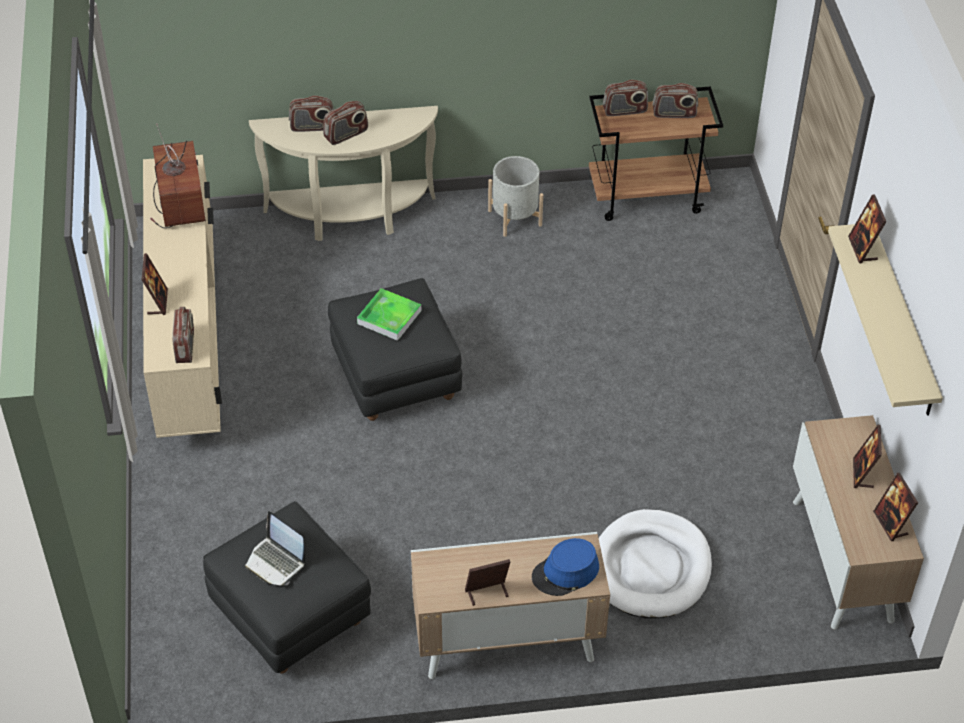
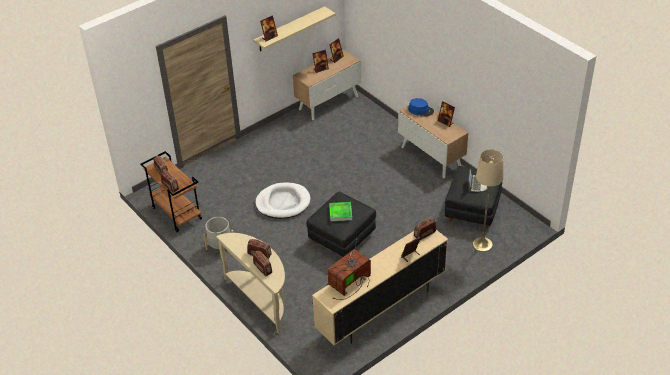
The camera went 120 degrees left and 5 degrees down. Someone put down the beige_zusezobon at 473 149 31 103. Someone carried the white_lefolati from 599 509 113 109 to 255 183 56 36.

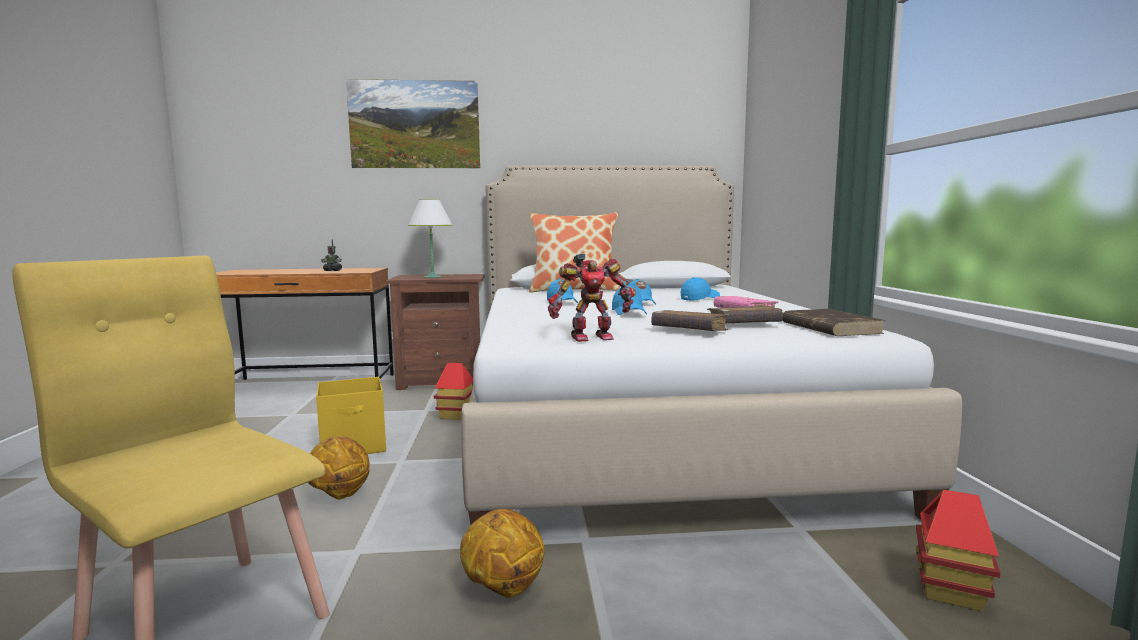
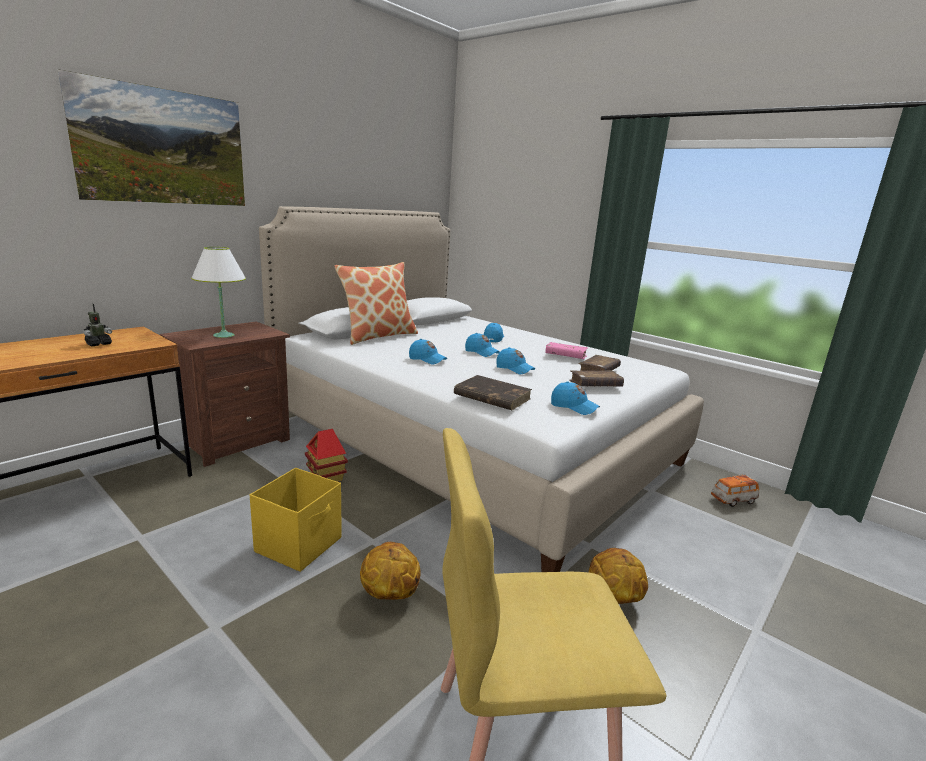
The camera went 45 degrees left and 10 degrees up. Someone carried the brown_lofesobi from 782 309 103 27 to 454 375 78 35. Someone swapped the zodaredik at 548 253 86 89 for the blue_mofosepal at 551 381 49 34. Someone swapped the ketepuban at 916 490 85 121 for the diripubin at 711 474 48 33.

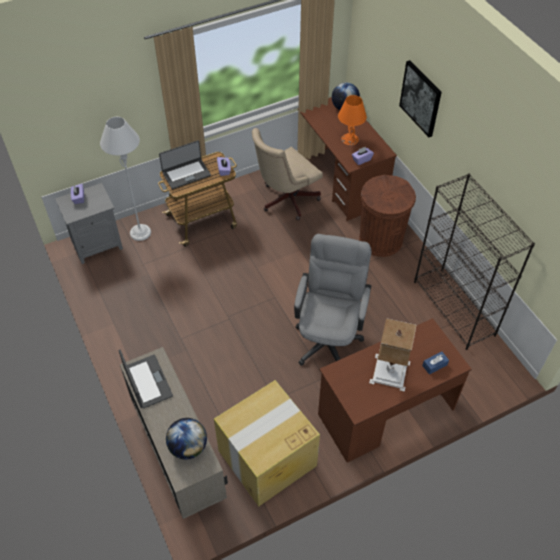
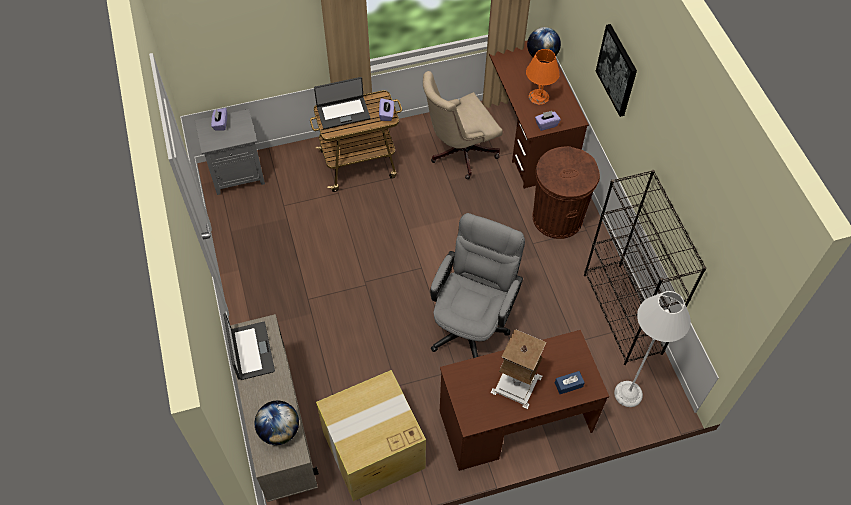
The camera went 10 degrees right and 5 degrees up. Someone carried the grey_zusezobon from 100 117 51 124 to 614 291 77 116.

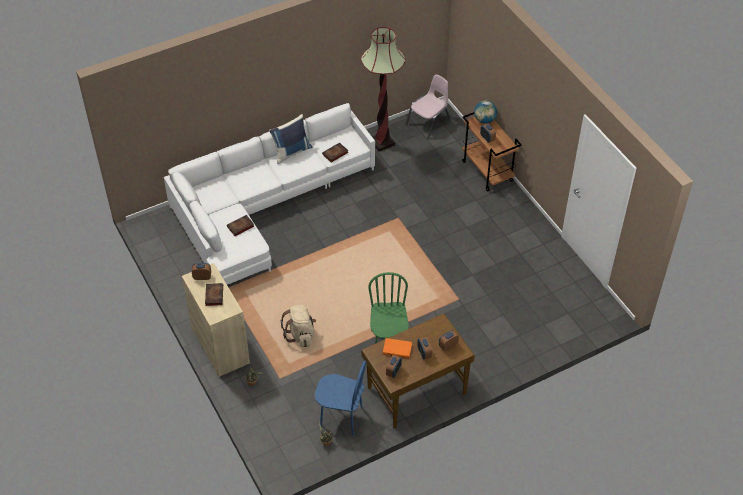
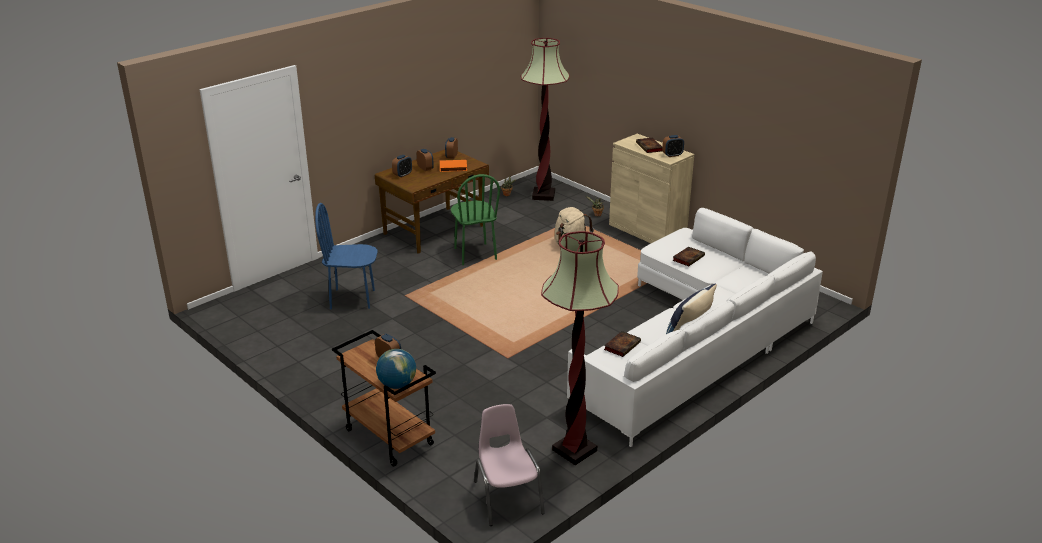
The camera went 165 degrees right and 20 degrees down. Someone put down the zusezobon at 521 38 49 163. Someone carried the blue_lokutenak from 314 361 52 74 to 315 203 62 106. Someone rotated the pink_lokutenak at 406 74 45 65 by 135 degrees clockwise.

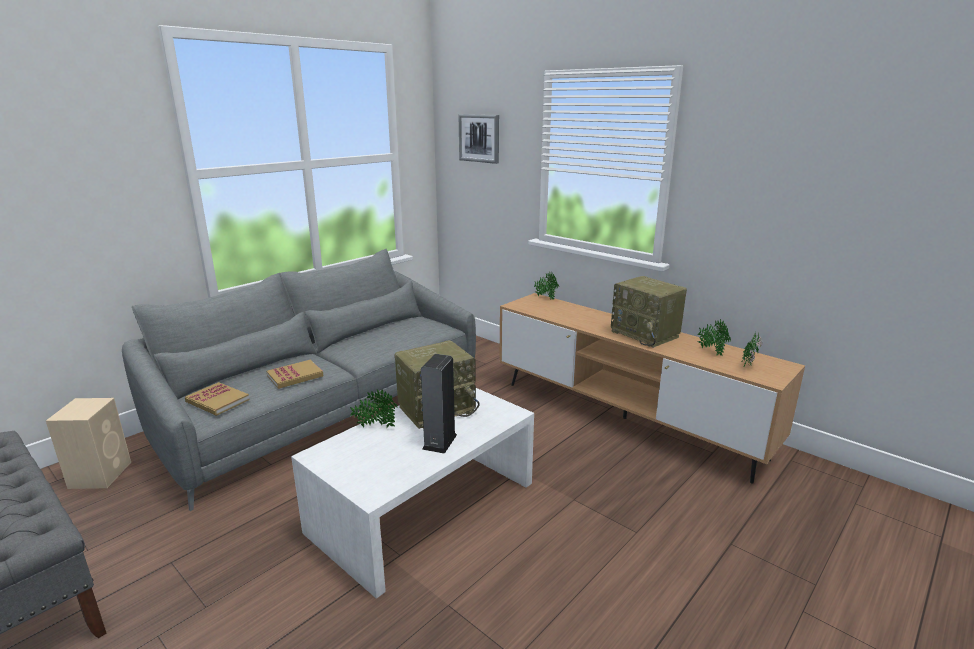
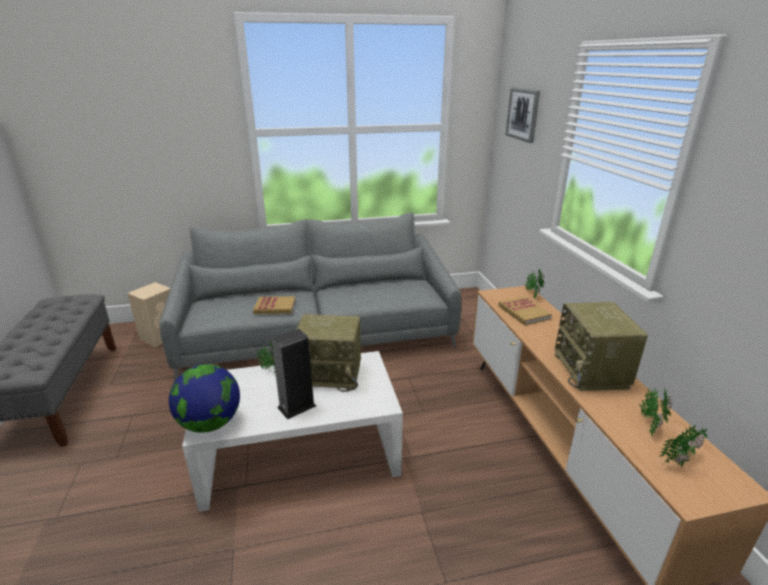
The camera went 35 degrees right and 5 degrees up. Someone put down the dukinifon at 169 364 71 69. Someone carried the lofesobi from 185 382 64 34 to 498 296 54 29.

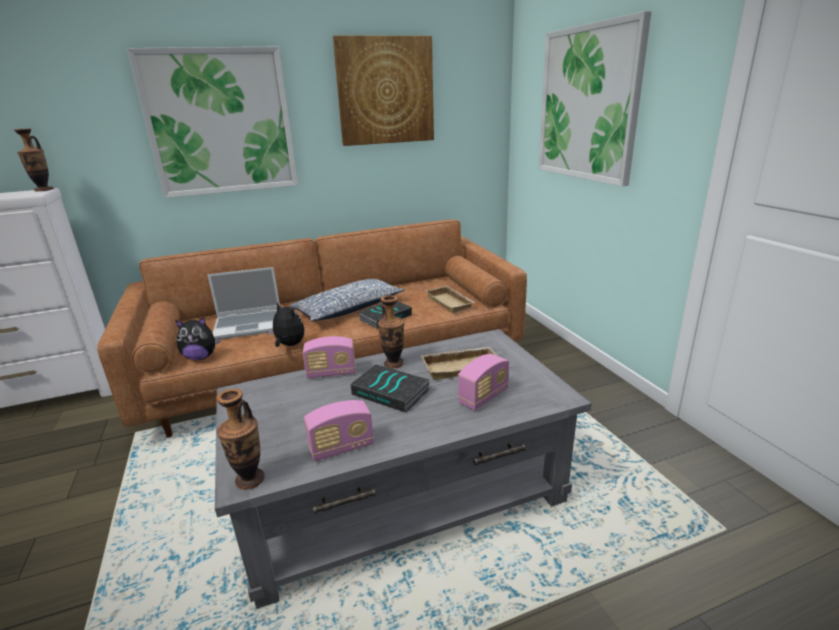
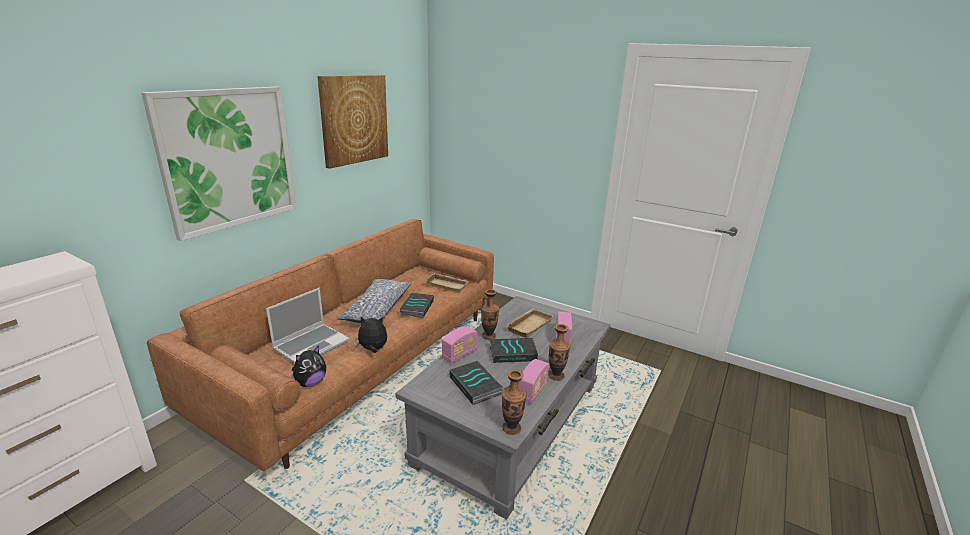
The camera went 40 degrees left and 0 degrees up. Someone took away the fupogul at 538 11 113 175. Someone put down the lofesobi at 449 361 54 44. Someone carried the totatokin from 14 129 40 62 to 548 324 23 57.

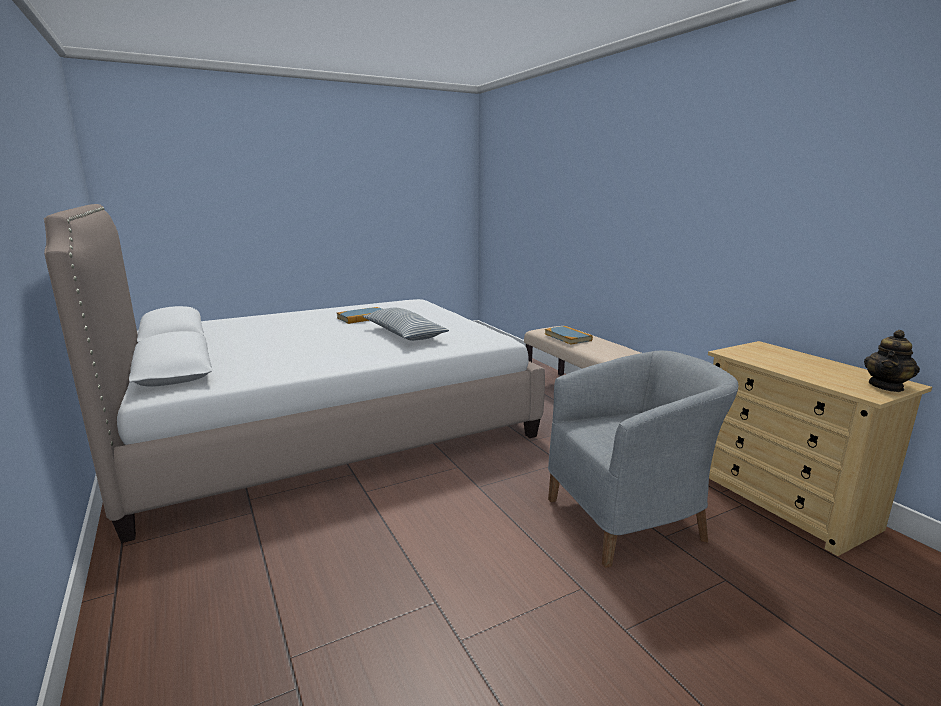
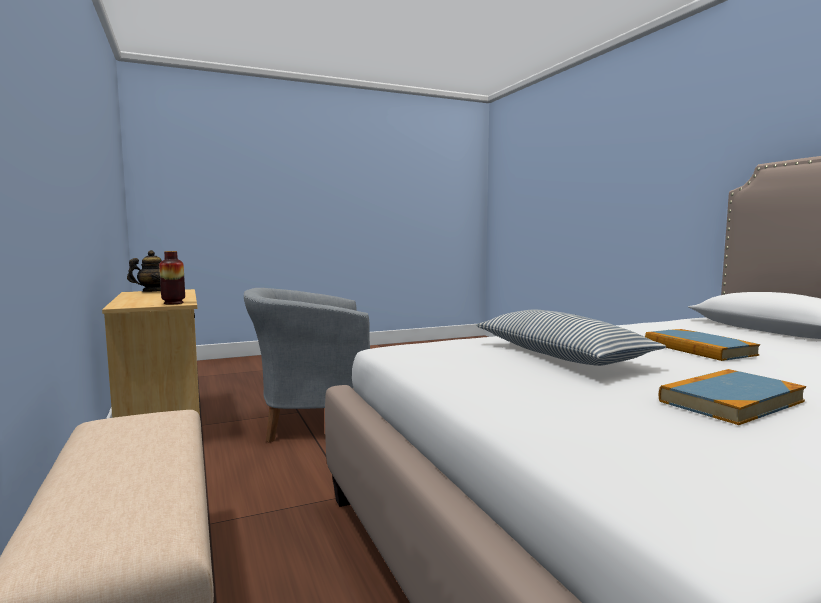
The camera went 175 degrees left and 10 degrees down. Someone put down the totatokin at 159 251 26 54. Someone carried the lofesobi from 545 326 48 19 to 645 329 115 32.

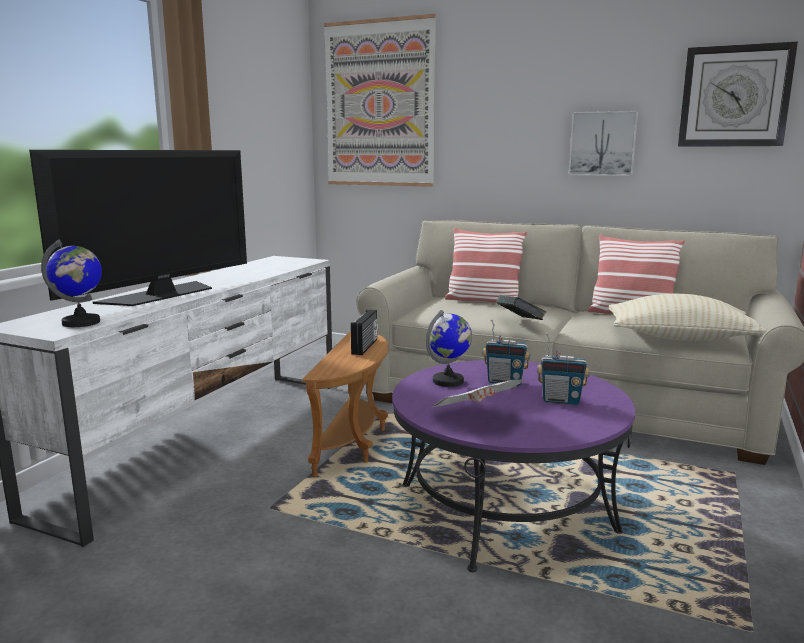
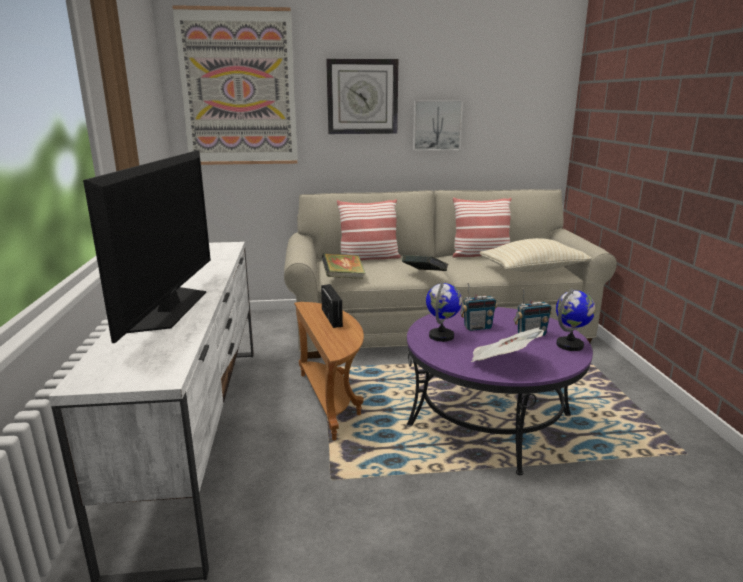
The camera went 30 degrees left and 5 degrees up. Someone put down the lofesobi at 322 253 43 26. Someone carried the dukinifon from 41 239 61 88 to 556 288 40 63. Someone carried the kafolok from 678 42 120 104 to 326 59 72 75.

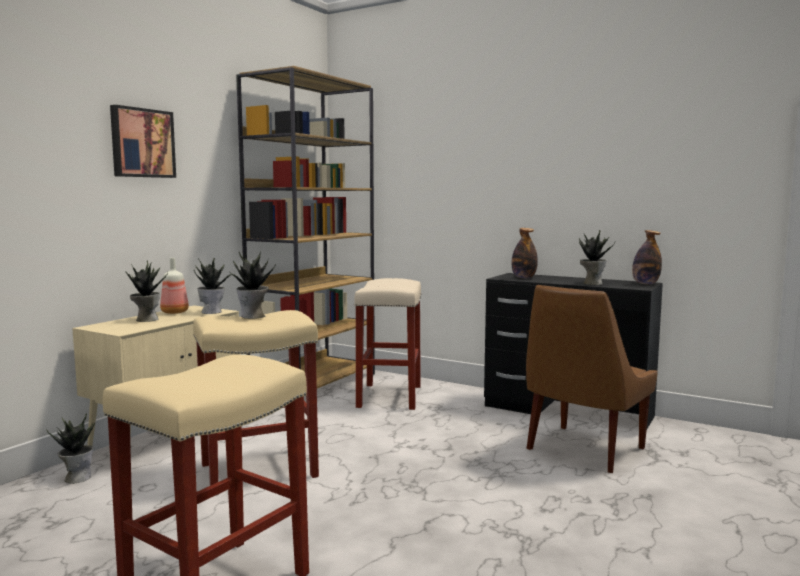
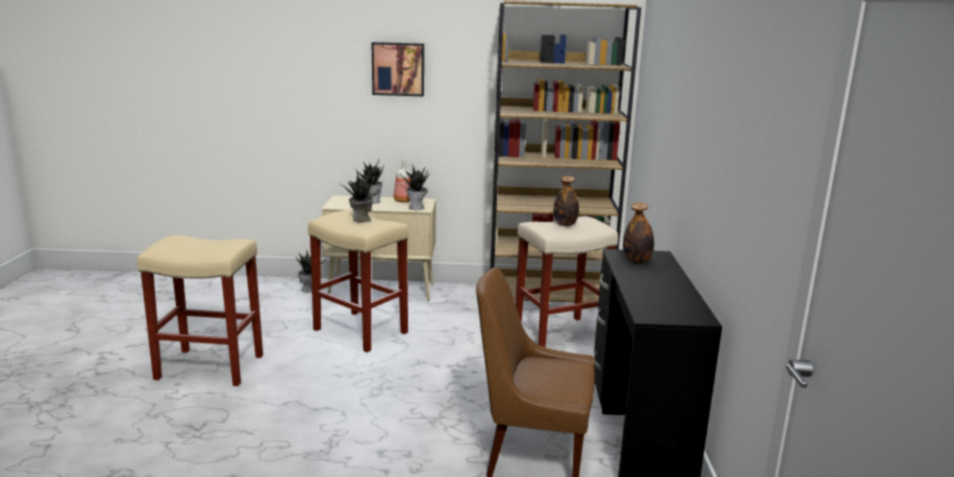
The camera went 60 degrees right and 10 degrees up. Someone took away the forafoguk at 579 230 36 55. Someone carried the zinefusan from 632 230 30 55 to 553 176 26 50.

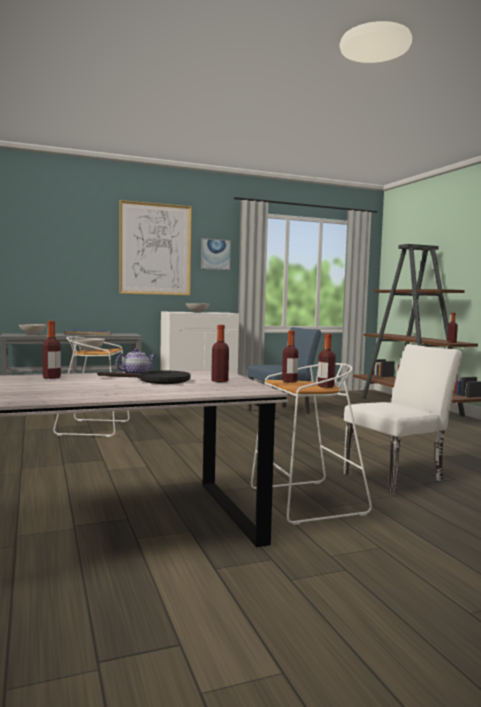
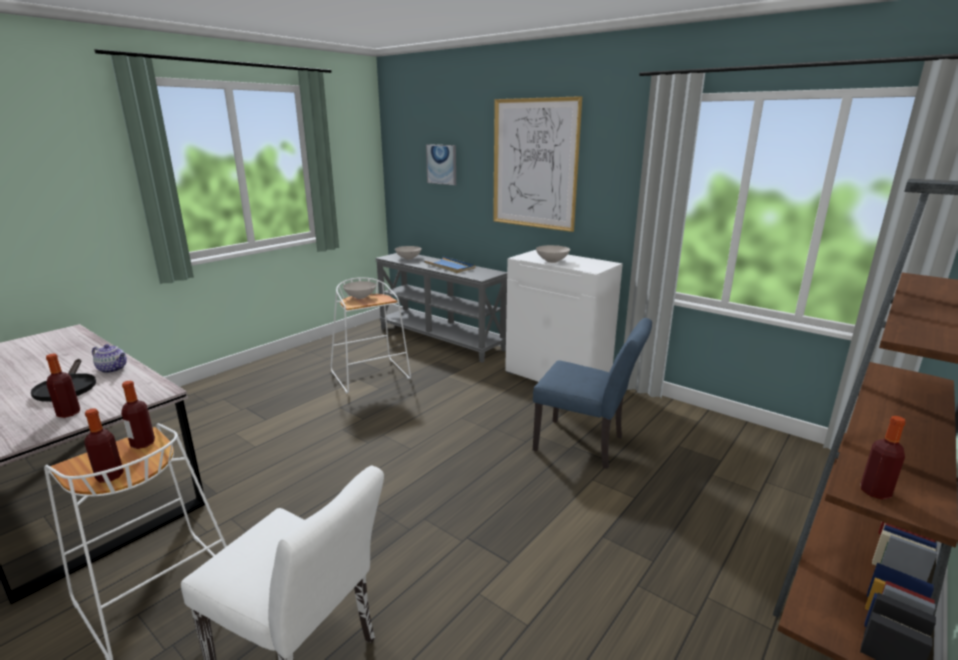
The camera went 60 degrees right and 15 degrees up. Someone took away the zinefusan at 42 321 19 58. Someone carried the fupogul from 201 238 30 32 to 426 144 30 41.

